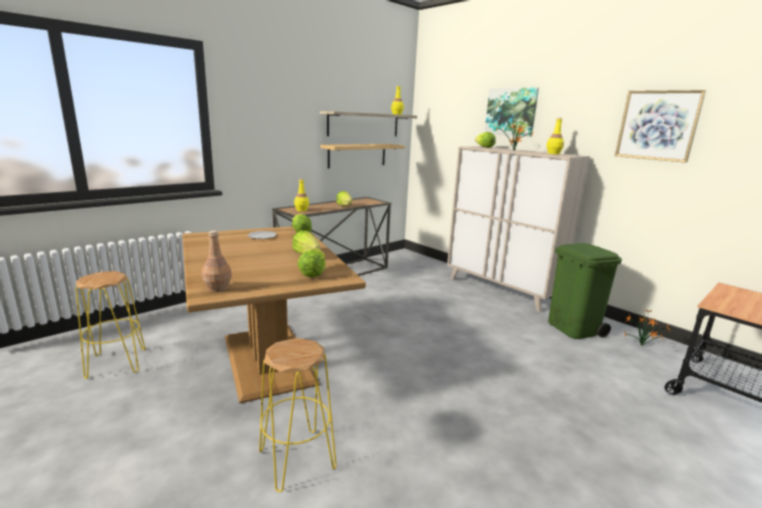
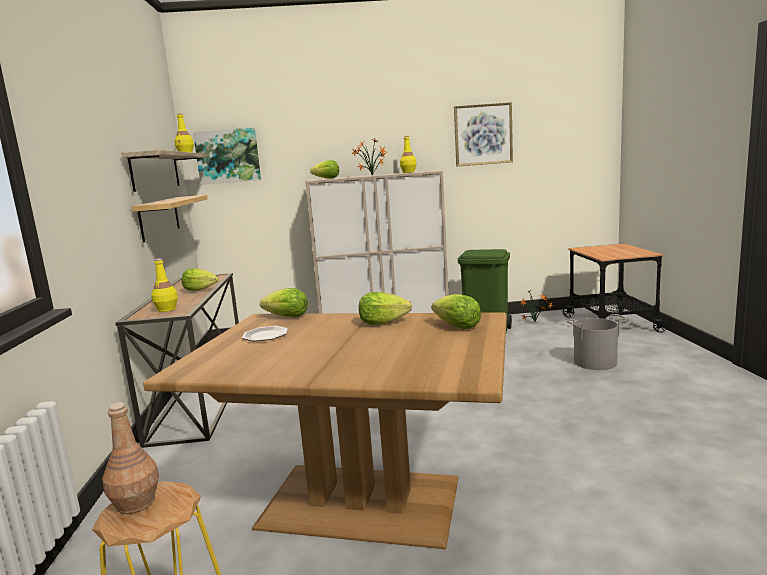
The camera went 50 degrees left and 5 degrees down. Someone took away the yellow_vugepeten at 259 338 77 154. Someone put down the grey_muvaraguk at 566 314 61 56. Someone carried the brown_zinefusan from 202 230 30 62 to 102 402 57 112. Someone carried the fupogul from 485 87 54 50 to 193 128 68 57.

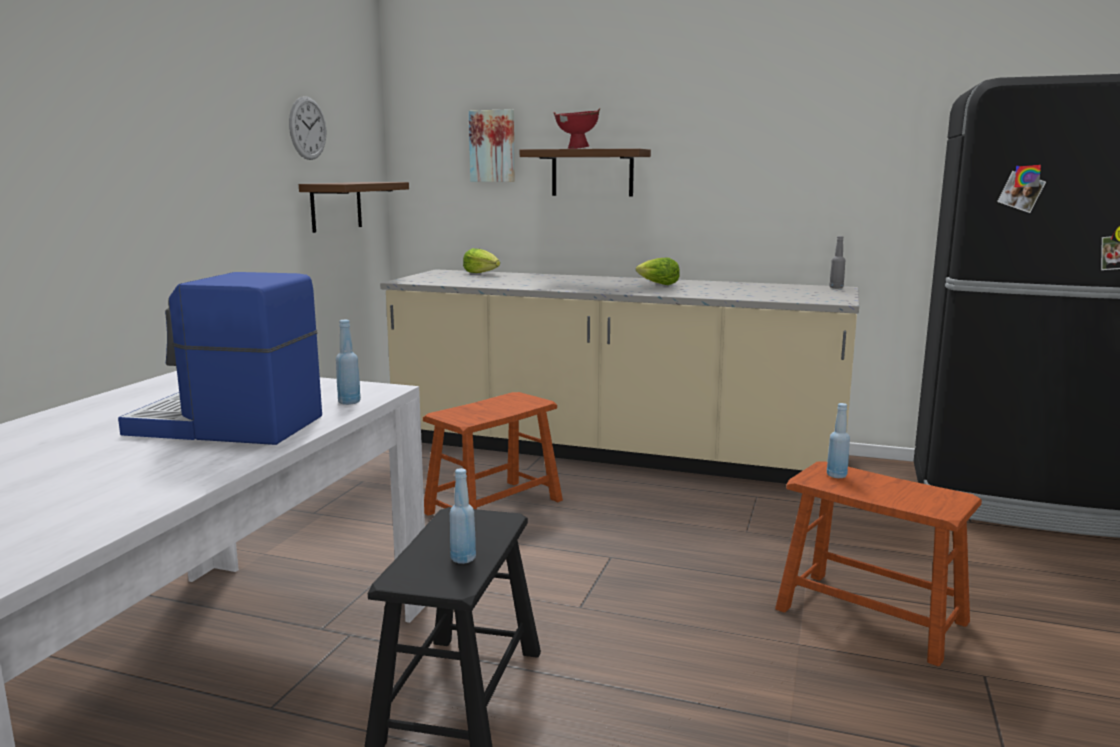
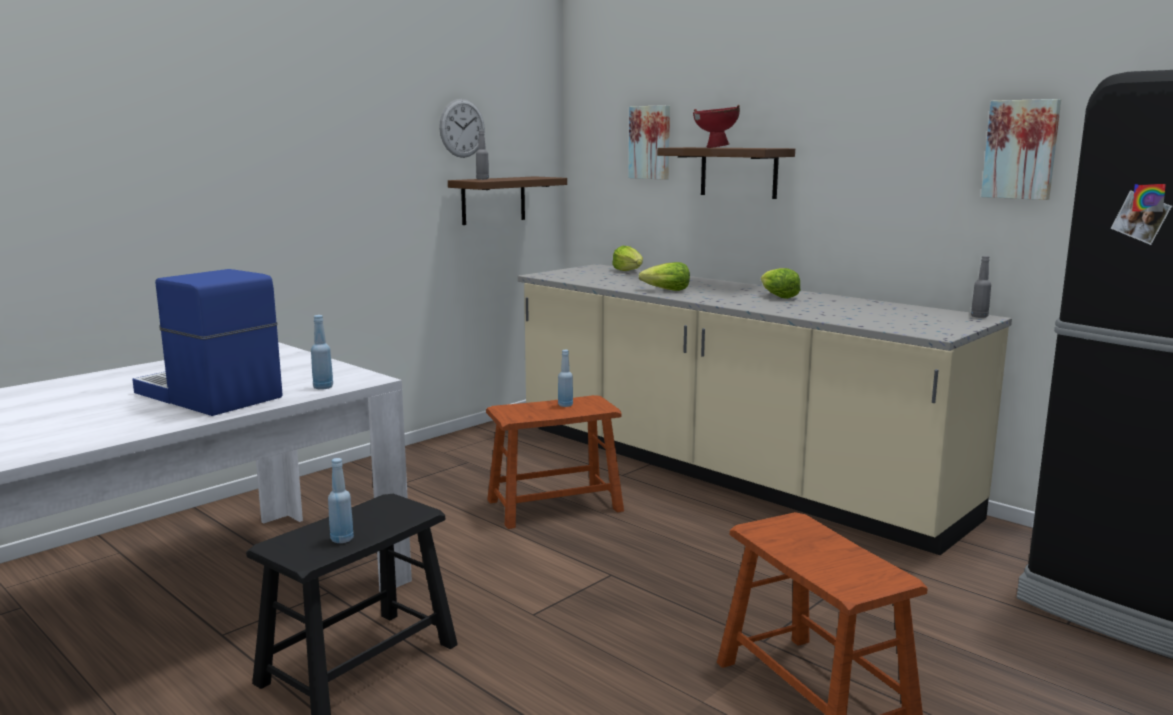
The camera went 25 degrees right and 0 degrees up. Someone put down the grey_zinefusan at 476 131 13 49. Someone put down the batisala at 639 262 51 29. Someone put up the fupogul at 981 99 80 101. Someone carried the blue_zinefusan from 827 403 23 75 to 558 350 15 57.

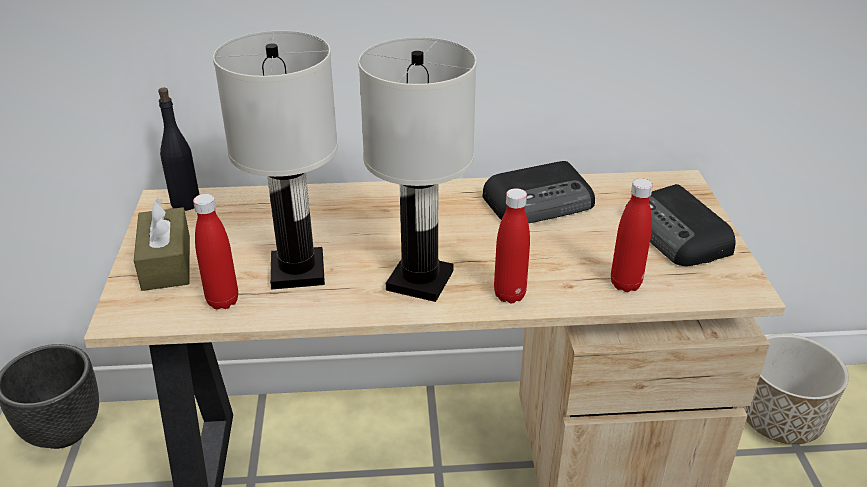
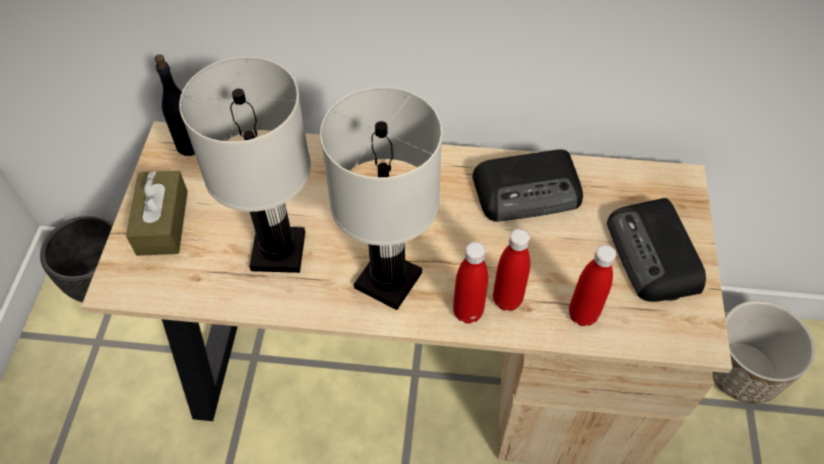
The camera went 10 degrees right and 20 degrees up. Someone carried the red_zinefusan from 193 194 45 116 to 493 229 37 82.

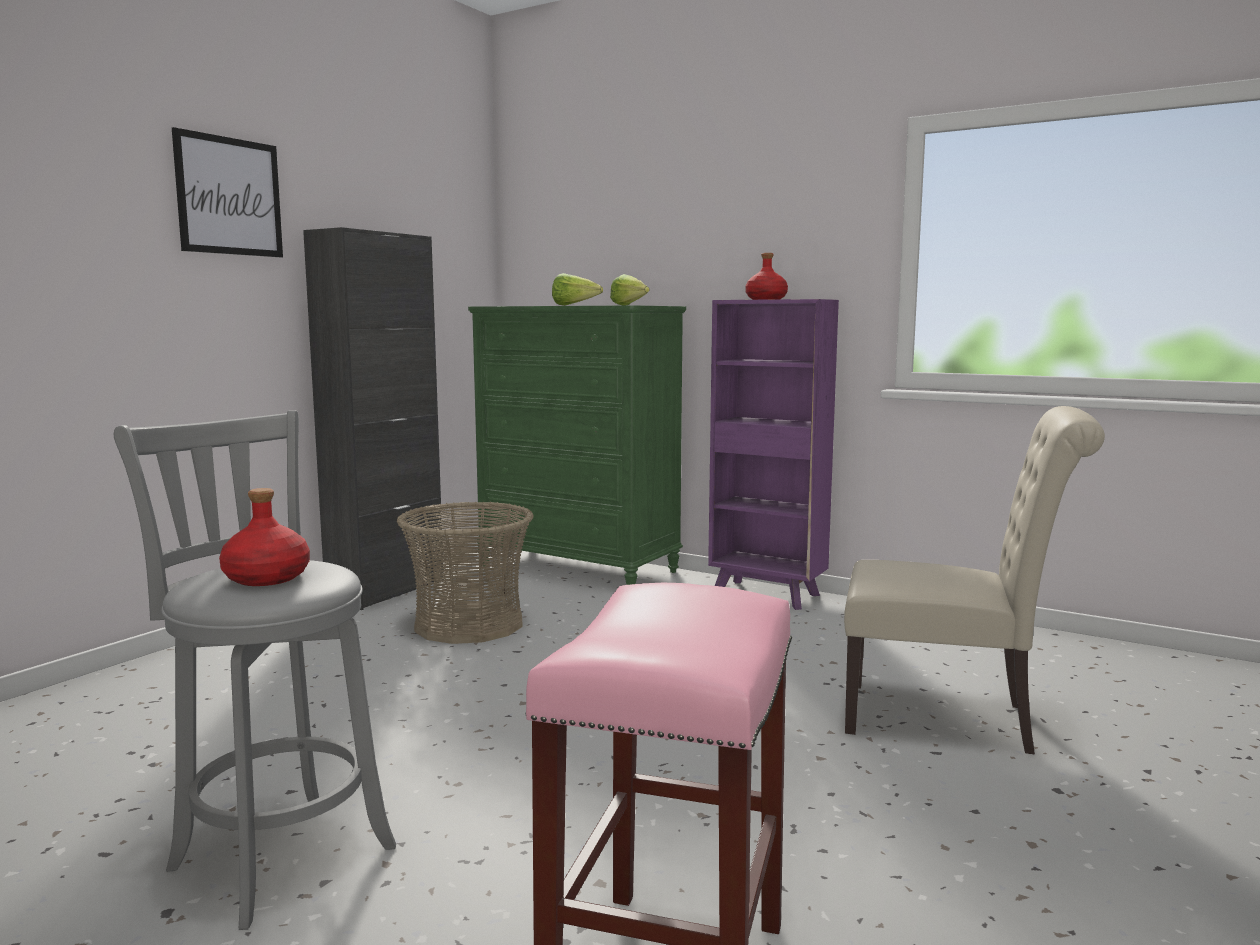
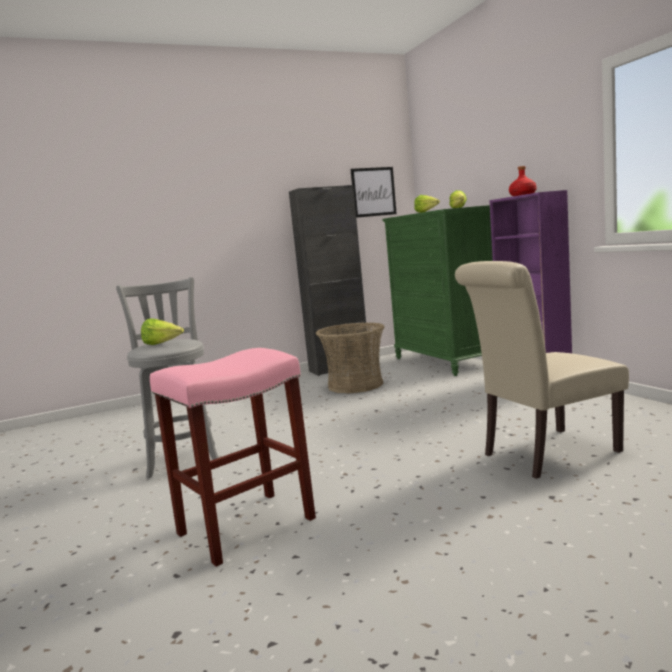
The camera went 35 degrees right and 0 degrees up. Someone carried the fupogul from 172 127 111 130 to 351 167 46 51. Someone swapped the red_zinefusan at 219 488 91 98 for the batisala at 141 319 43 26. Someone rotated the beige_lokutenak at 844 406 261 349 by 105 degrees clockwise.

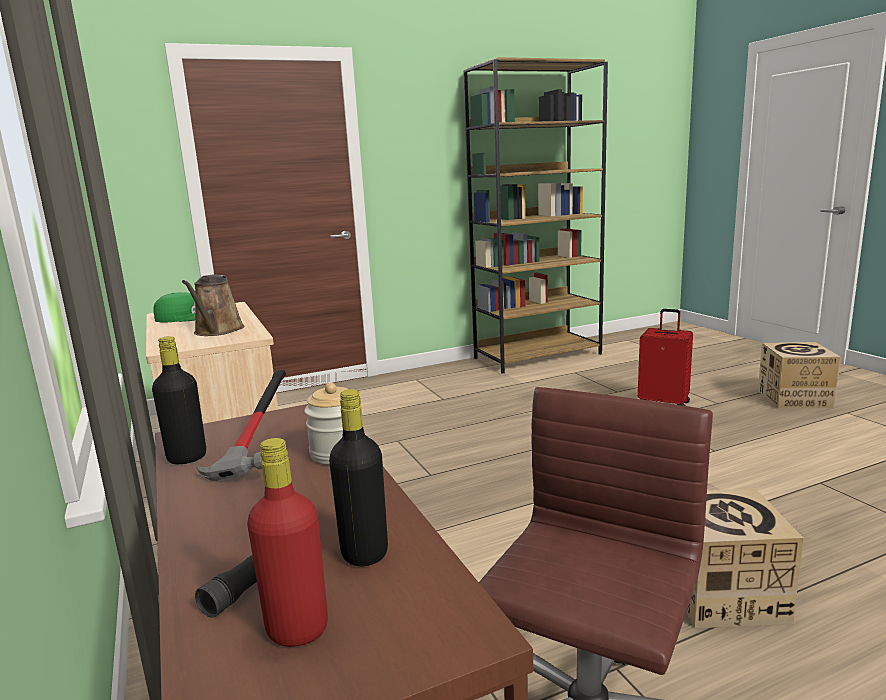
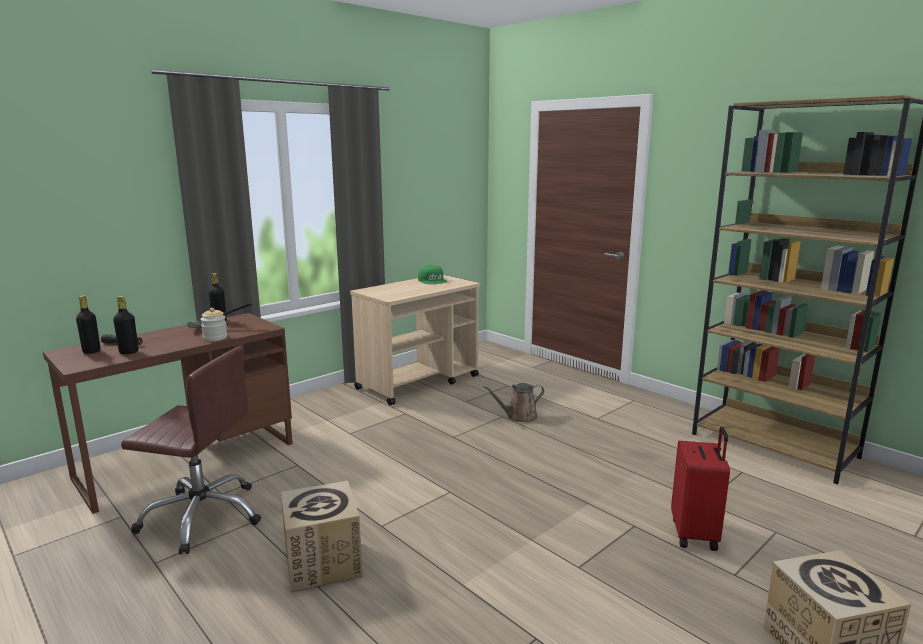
The camera went 70 degrees right and 0 degrees up. Someone carried the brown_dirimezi from 182 274 63 62 to 483 383 61 39. Someone repainted the red_zinefusan at 247 438 81 209, which became the black_zinefusan at 76 295 24 59.

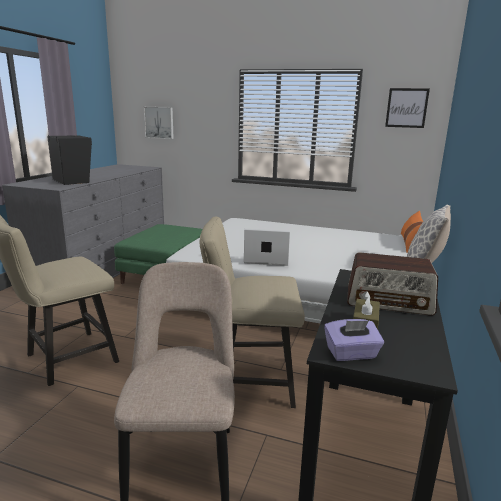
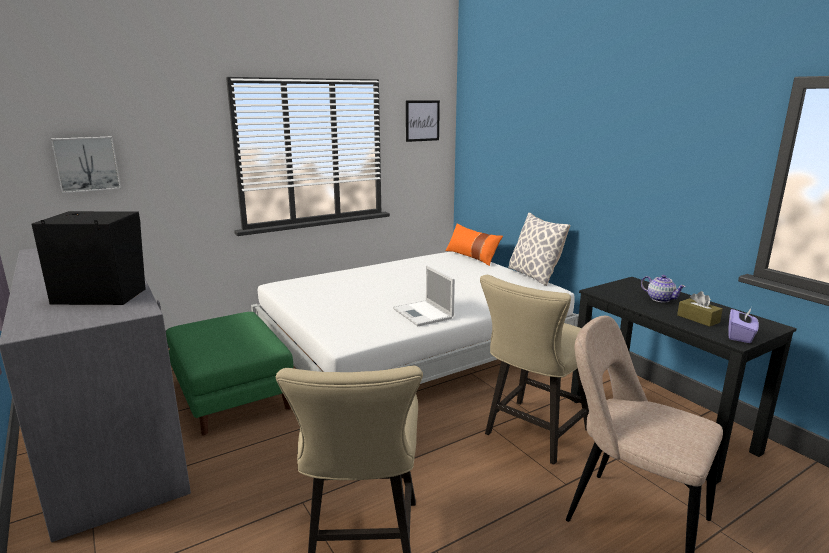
The camera went 50 degrees left and 0 degrees up. Someone swapped the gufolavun at 347 252 91 64 for the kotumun at 641 275 45 27. Someone rotated the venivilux at 244 229 46 37 by 75 degrees counterclockwise.

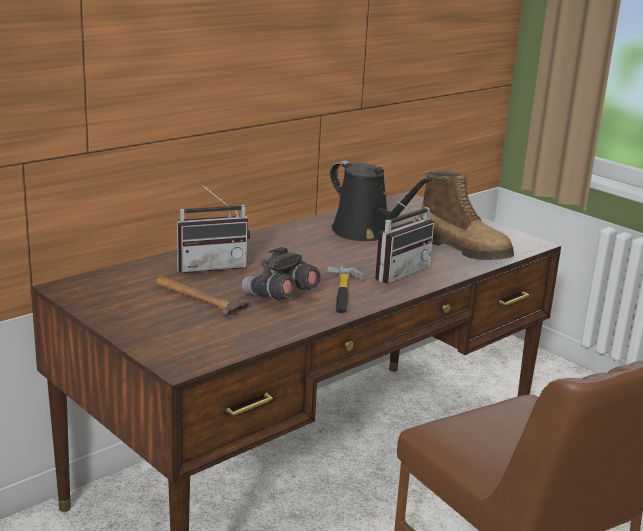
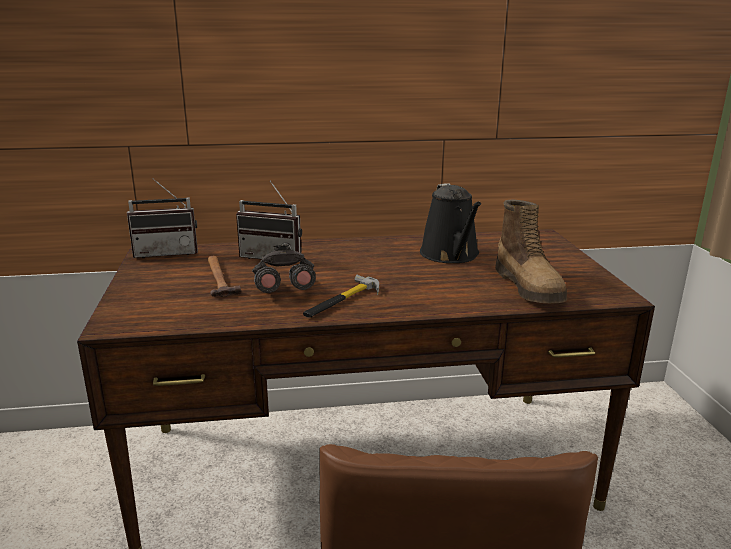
The camera went 35 degrees right and 0 degrees up. Someone carried the gufolavun from 375 192 59 92 to 127 178 71 80.

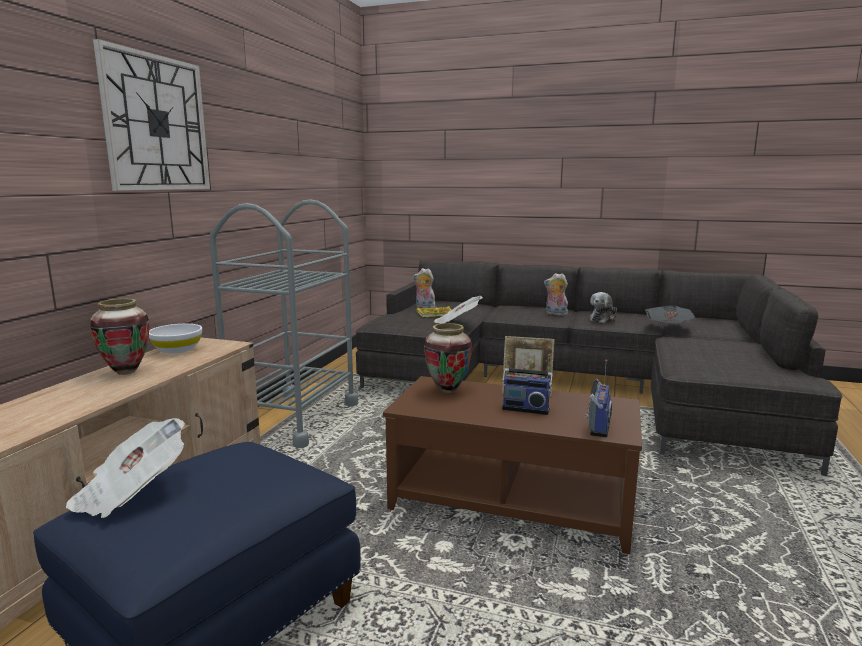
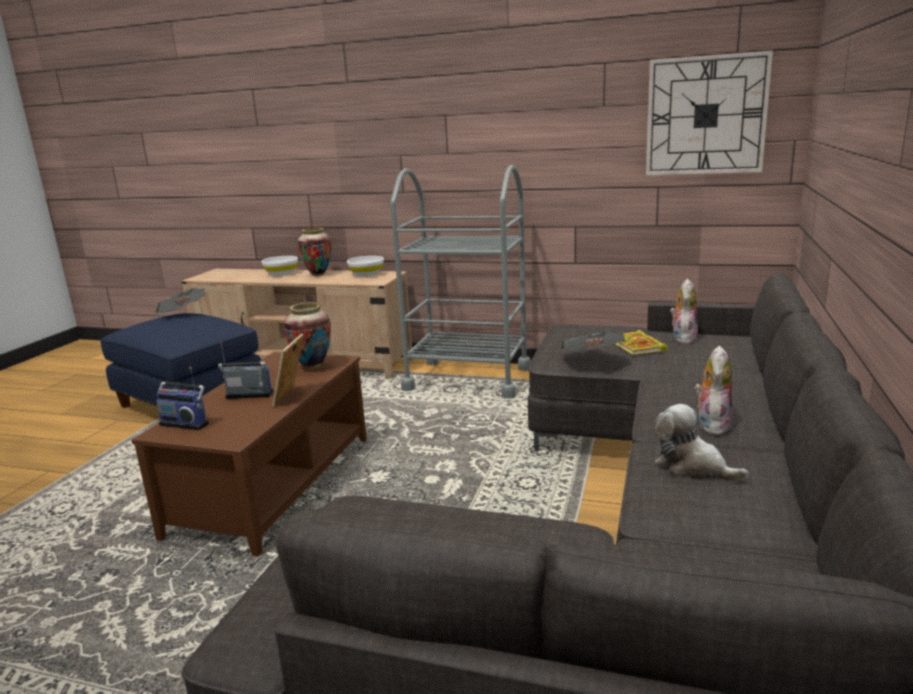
The camera went 90 degrees right and 5 degrees up. Someone took away the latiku at 645 306 50 17. Someone put down the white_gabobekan at 261 256 37 20. Someone carried the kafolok from 93 39 117 152 to 646 50 127 125. Someone rotated the gufolavun at 502 354 51 61 by 75 degrees clockwise.

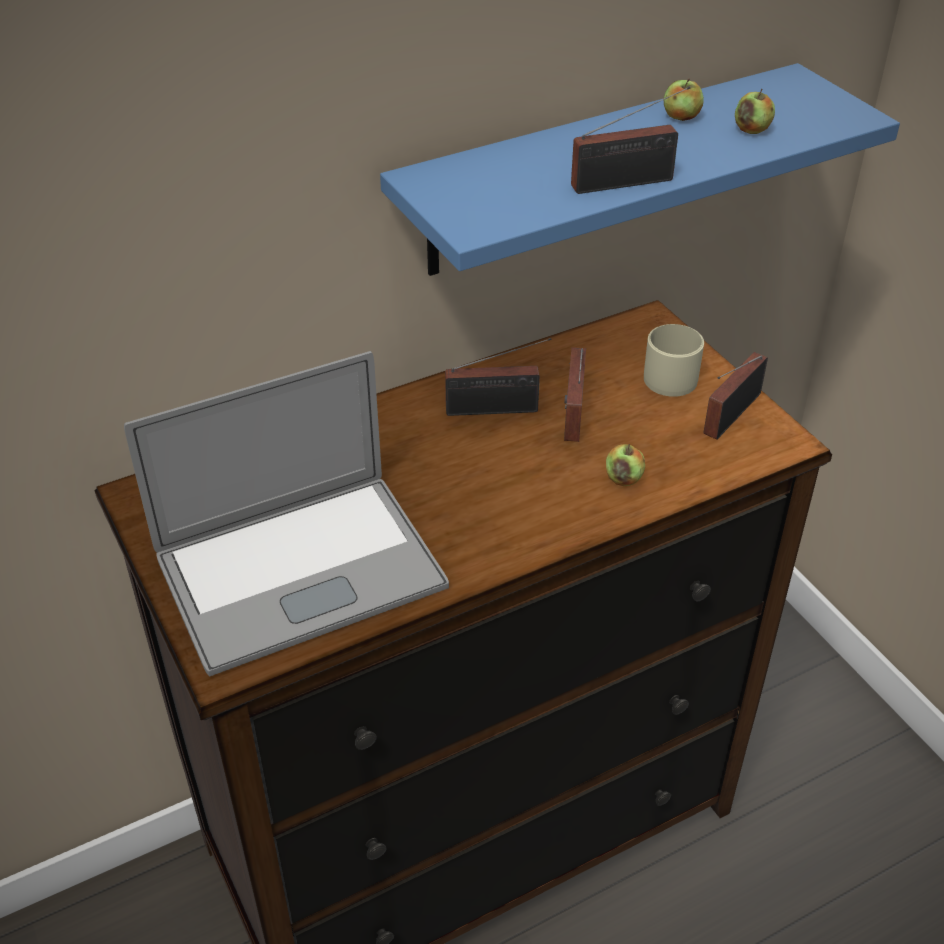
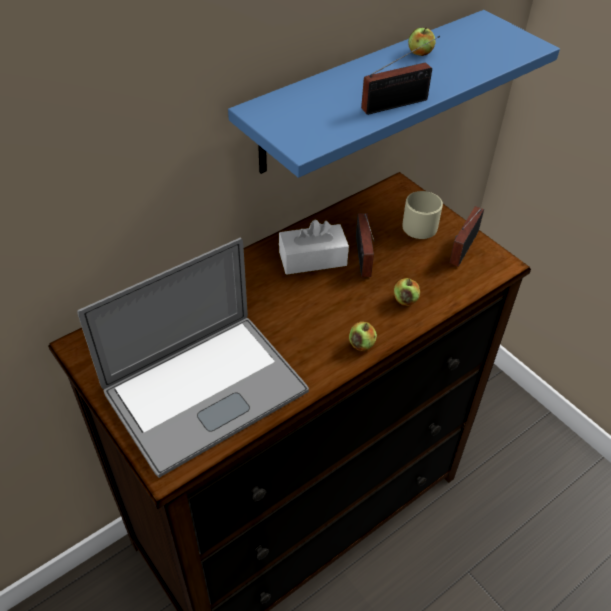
The camera went 10 degrees left and 5 degrees up. Someone carried the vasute from 735 88 40 46 to 349 322 28 29. Someone swapped the gufolavun at 445 338 106 78 for the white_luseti at 279 220 70 55.

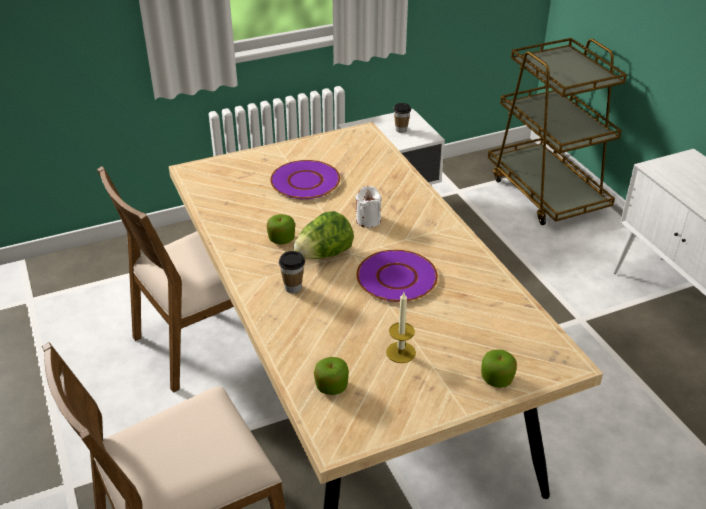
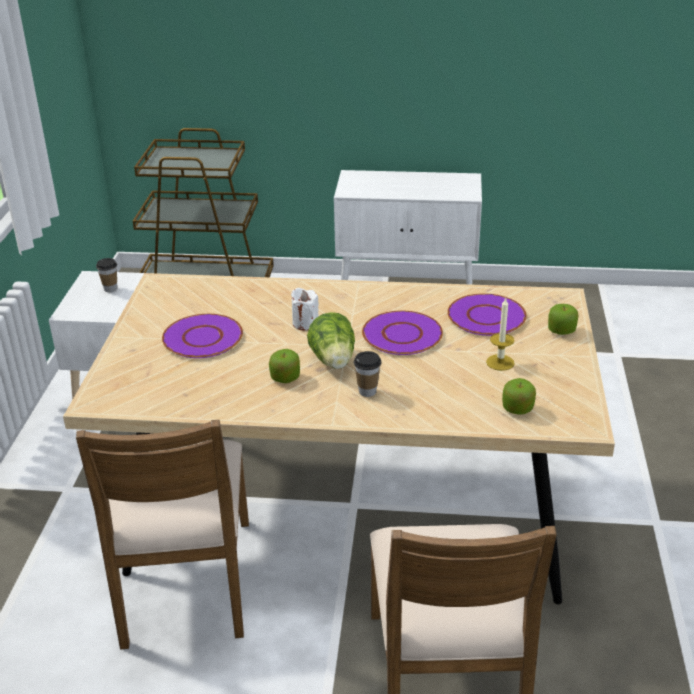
The camera went 60 degrees left and 5 degrees down. Someone put down the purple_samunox at 447 293 80 43.

